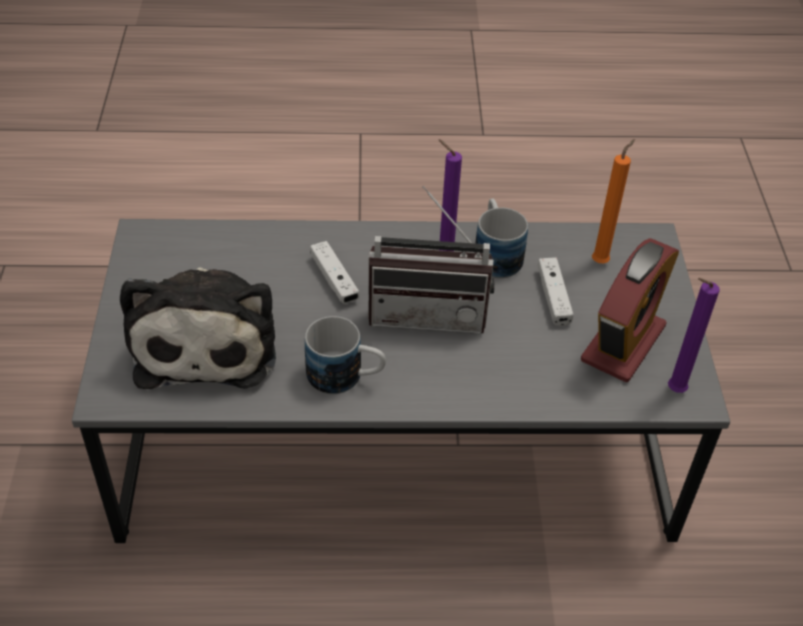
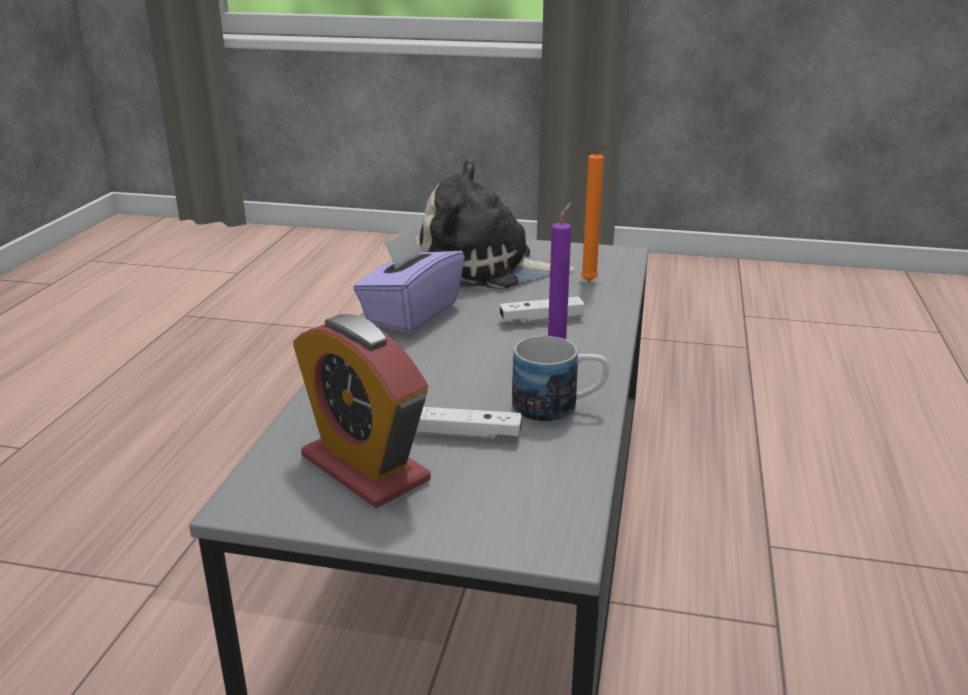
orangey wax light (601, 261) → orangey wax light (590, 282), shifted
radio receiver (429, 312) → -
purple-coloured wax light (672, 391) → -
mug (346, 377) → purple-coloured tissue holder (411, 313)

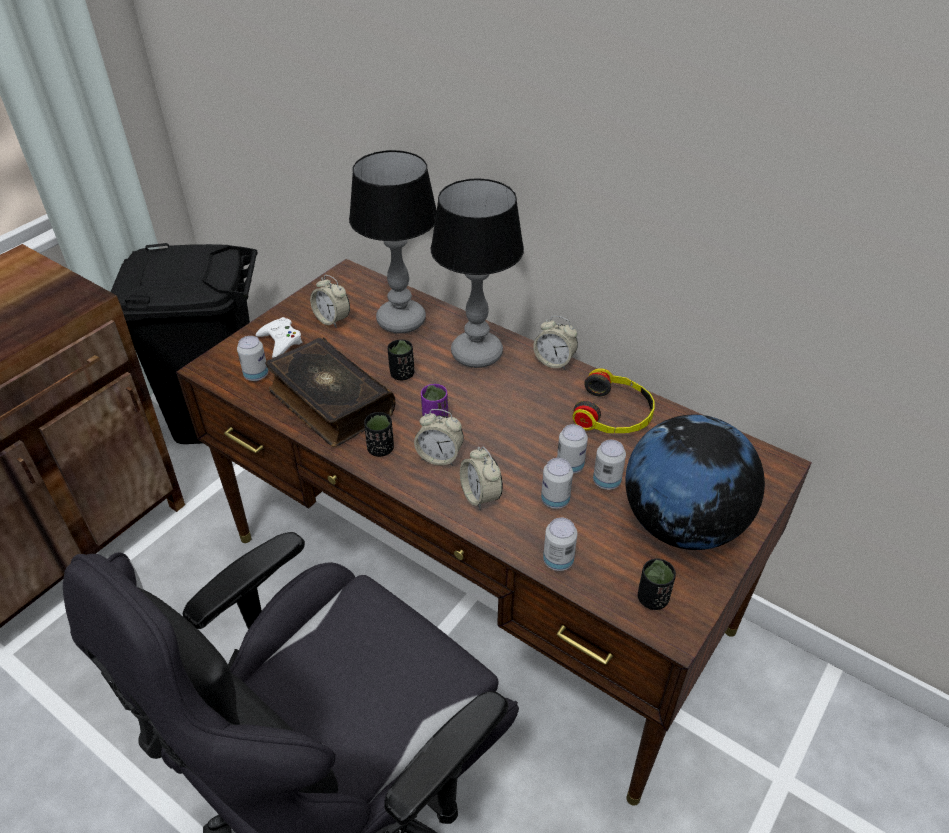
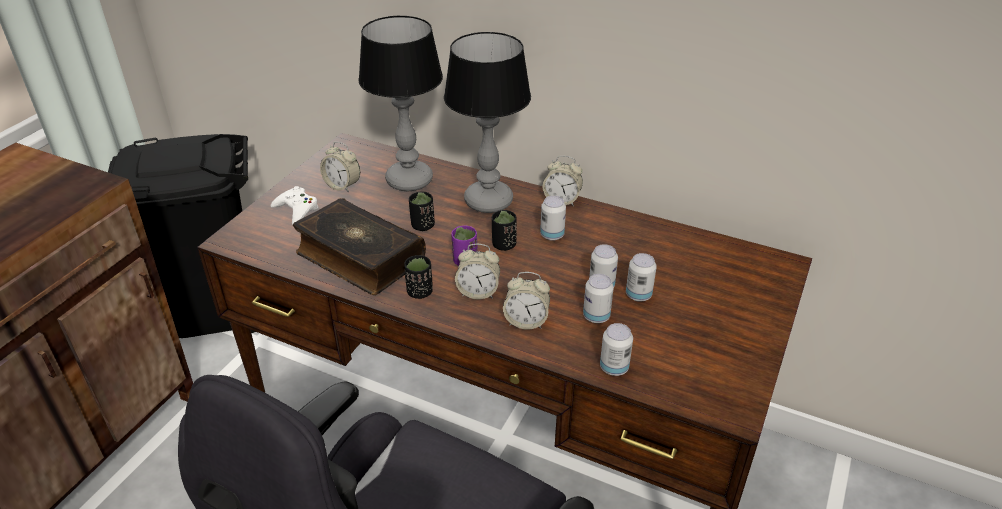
can (256, 375) → can (552, 235), shifted
pair of headphones (614, 414) → -
globe (682, 524) → -
table clock (480, 496) → table clock (526, 321), 45 degrees counterclockwise
blackish cup (652, 598) → blackish cup (504, 245), shifted

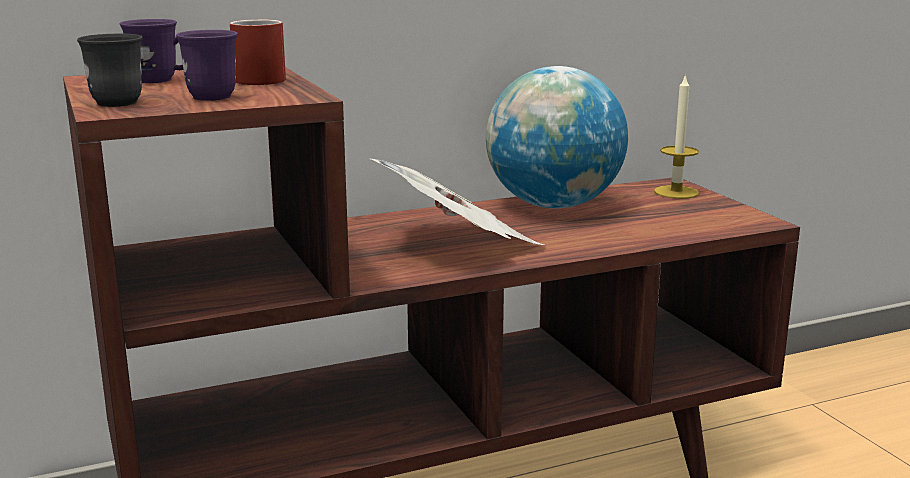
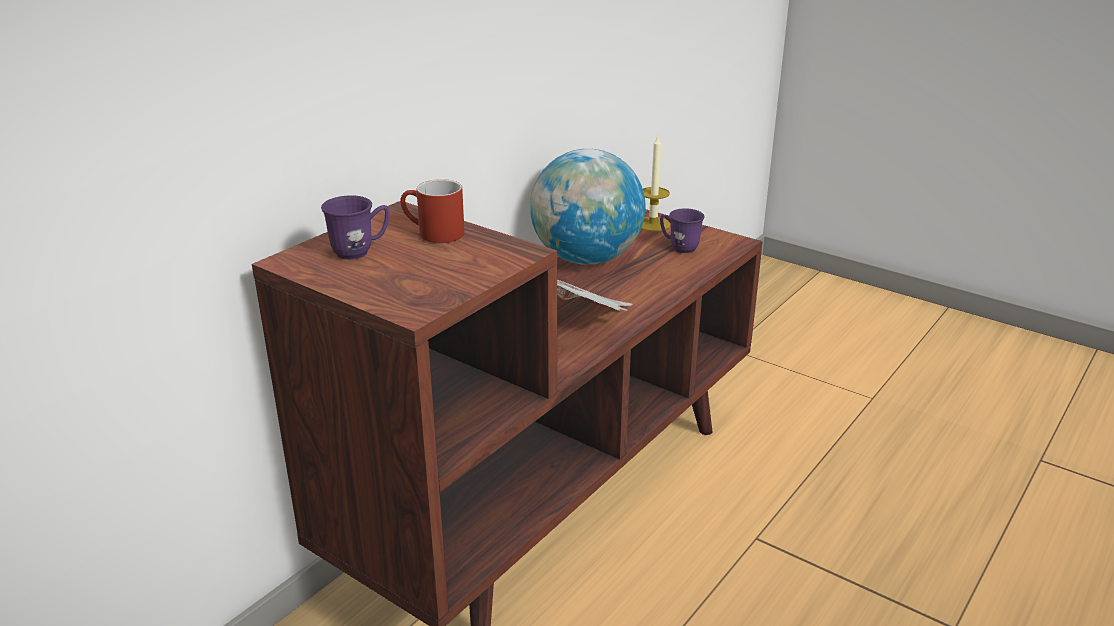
purple-coloured mug (210, 95) → purple-coloured mug (679, 247), shifted
gray mug (115, 101) → -

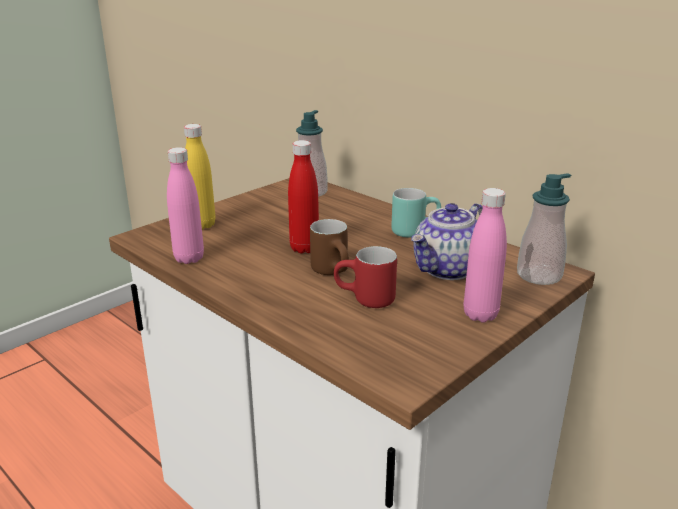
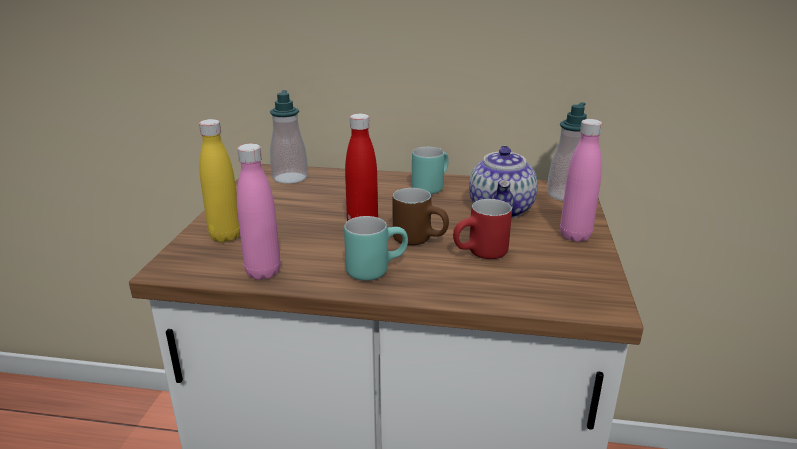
- → blue-green mug (375, 269)

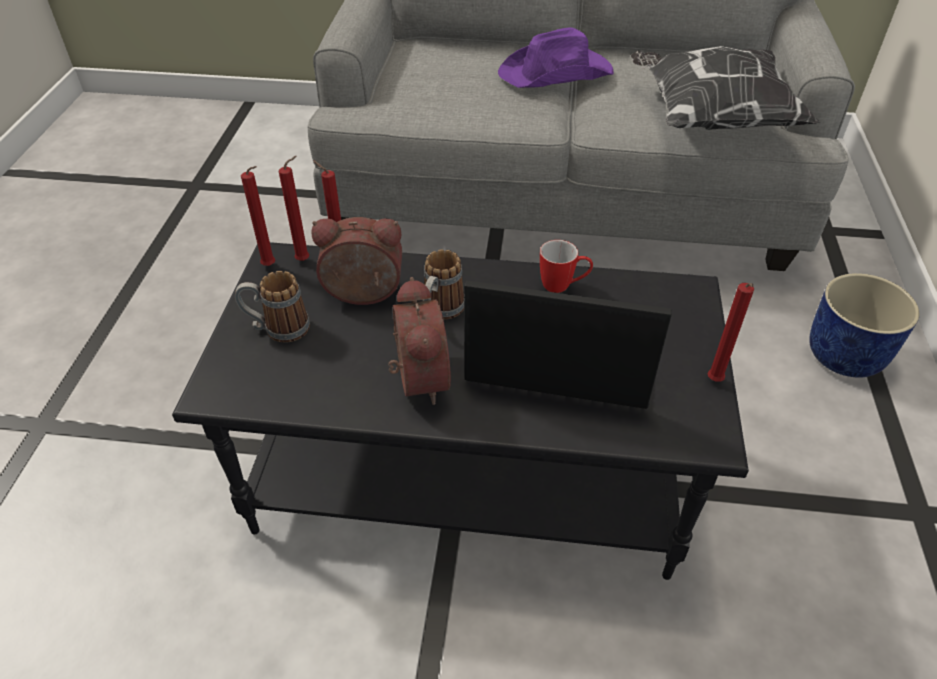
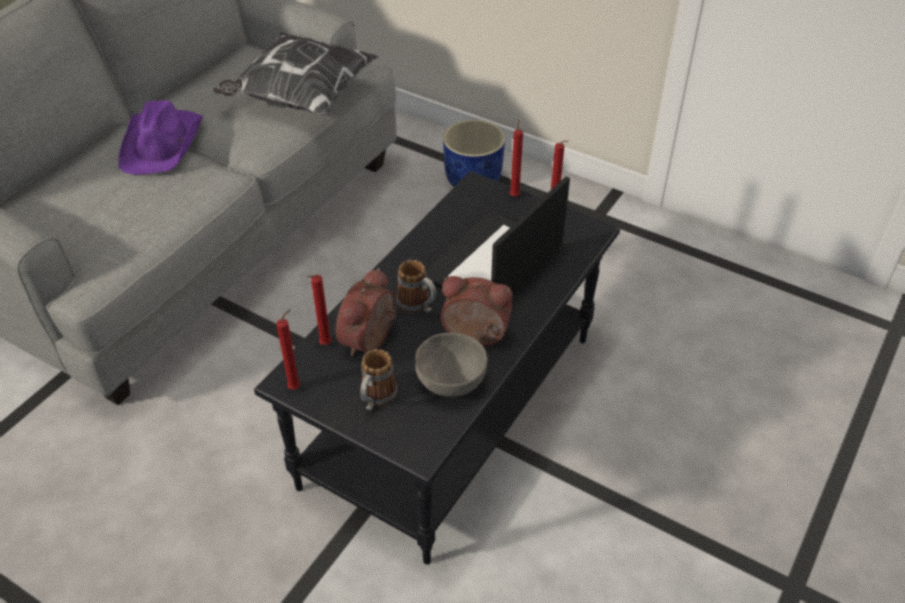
red-coloured wax light (305, 260) → red-coloured wax light (514, 195), shifted
mug (563, 286) → -
- → gray serving bowl (450, 382)

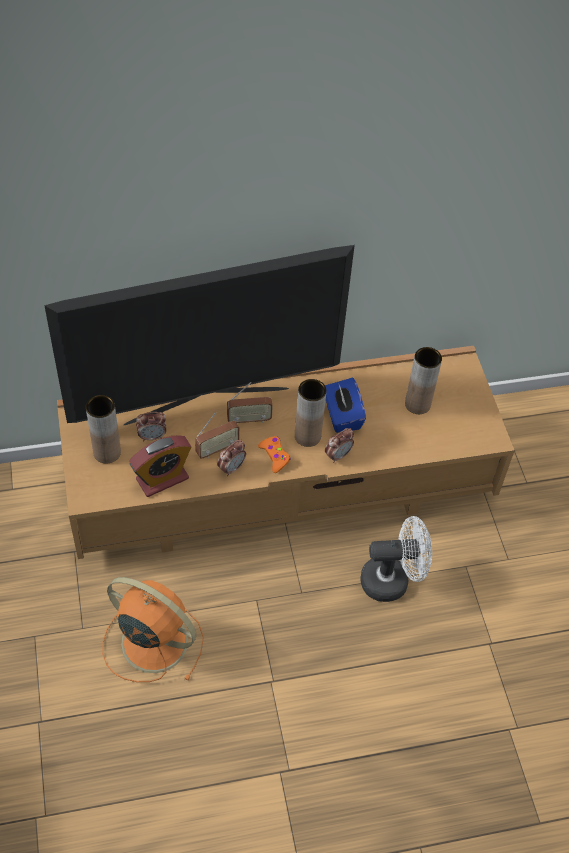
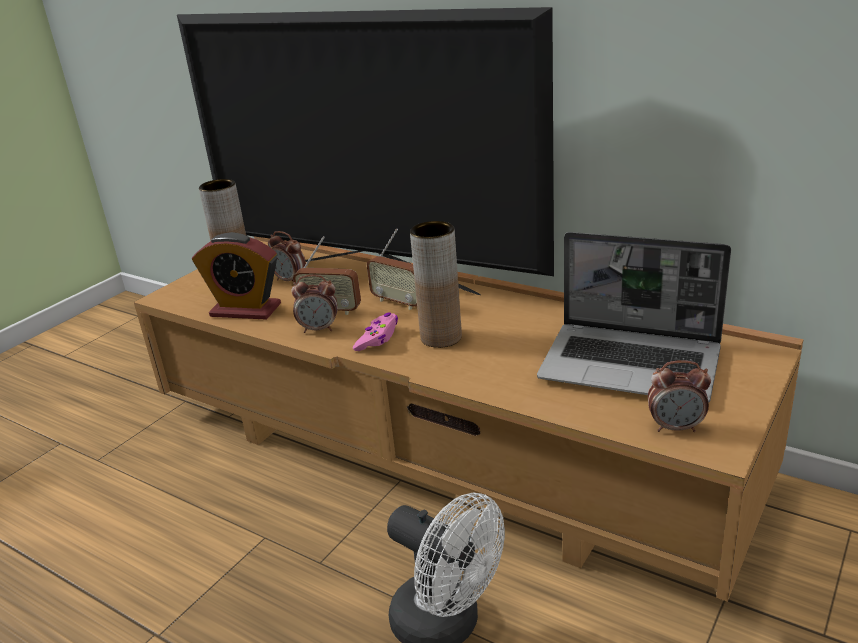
brown-coloured flower vase (417, 404) → notebook computer (632, 364)
blue-coloured tissue holder (342, 416) → -
table clock (338, 455) → table clock (676, 427), shifted
orangey joypad (274, 456) → pink joypad (378, 338)
orangey cooling fan (151, 641) → -

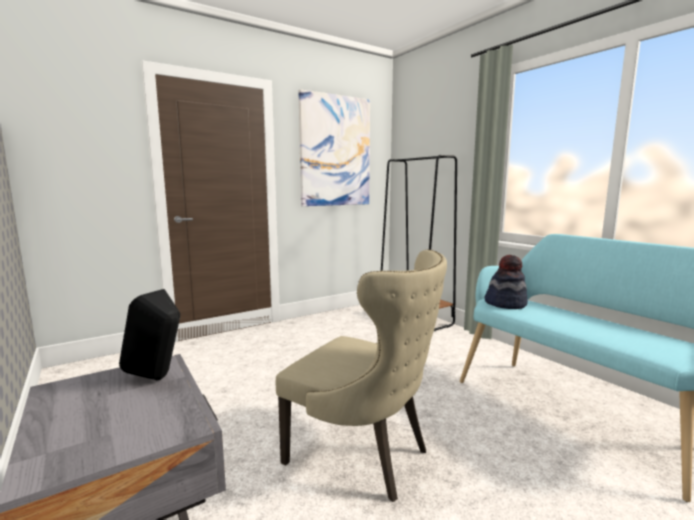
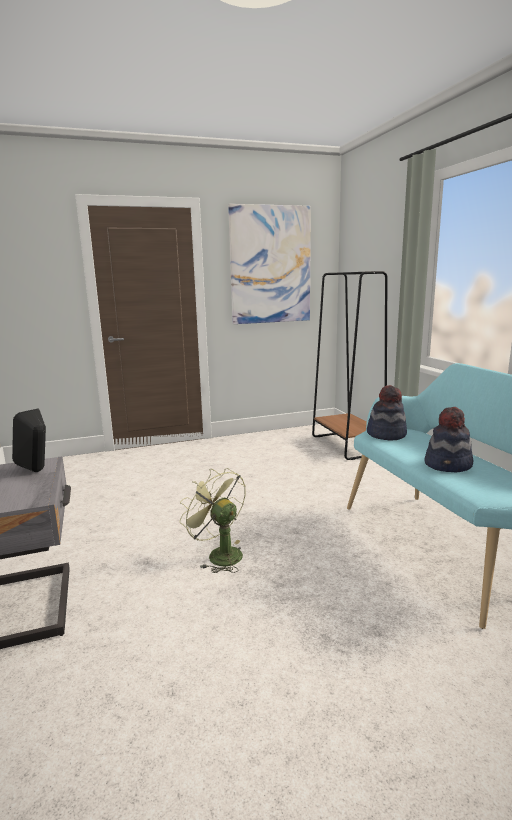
sand-coloured plain chair (364, 454) → greenish cooling fan (219, 554)
- → wearable hat (448, 465)

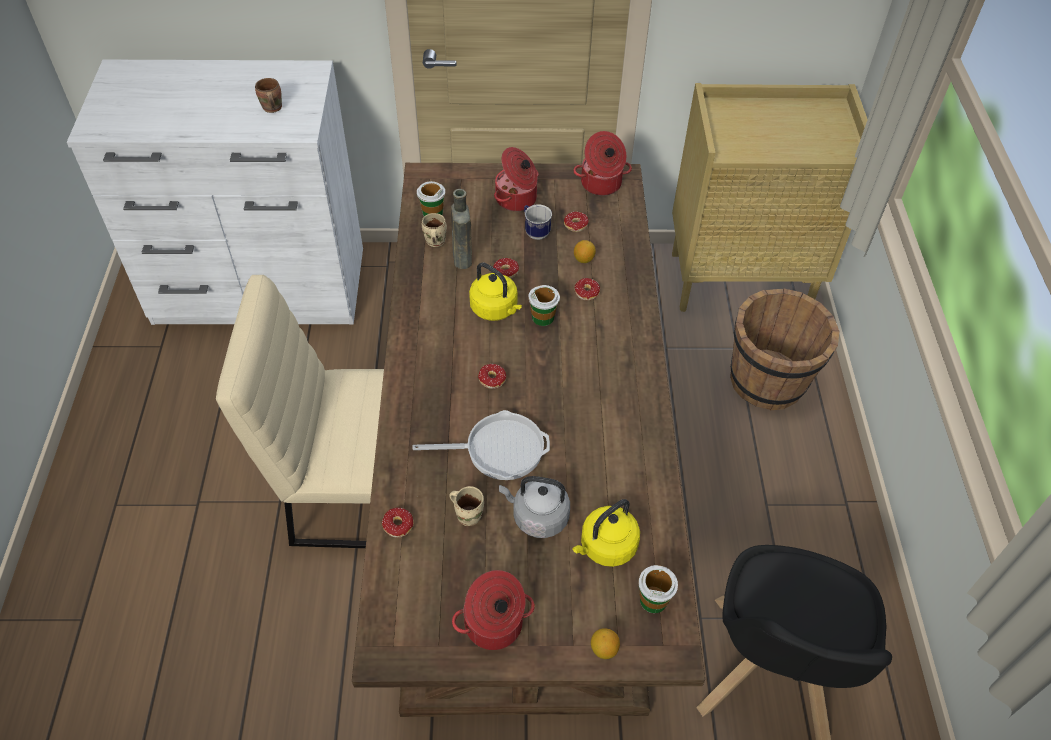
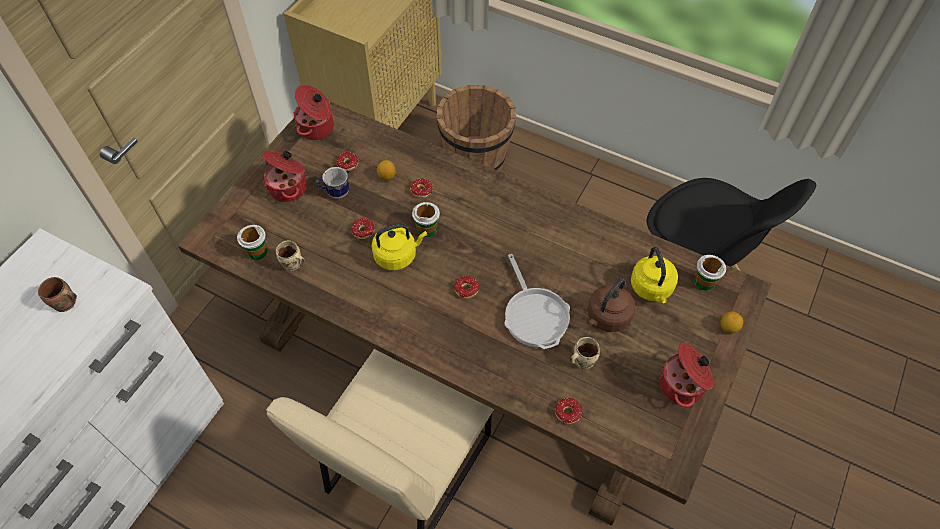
brown-coloured beverage bottle (462, 259) → -
frying pan (498, 449) → frying pan (534, 315), 135 degrees clockwise
gray tea kettle (537, 517) → brown-coloured tea kettle (607, 318)

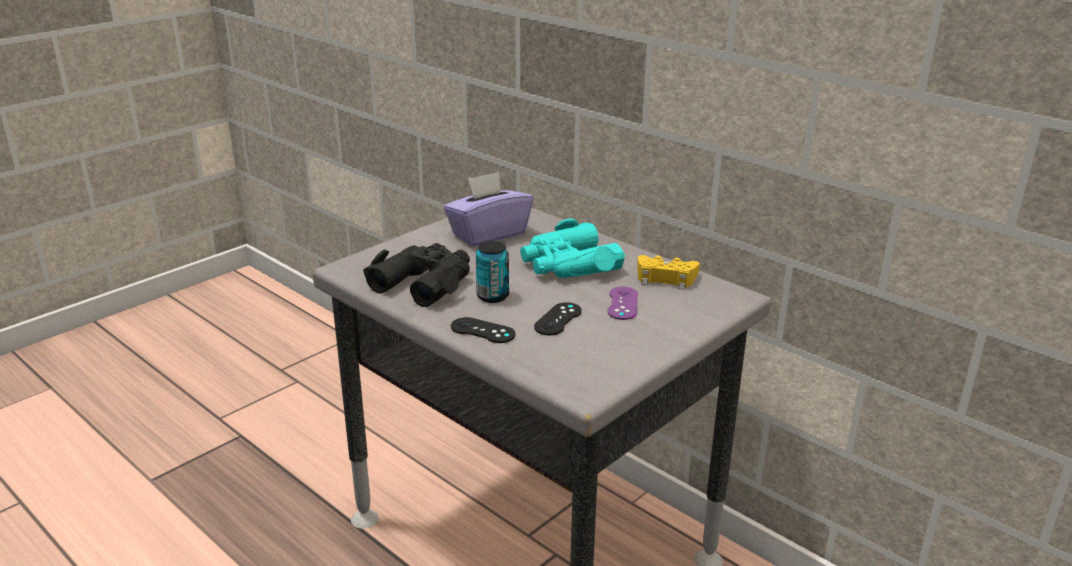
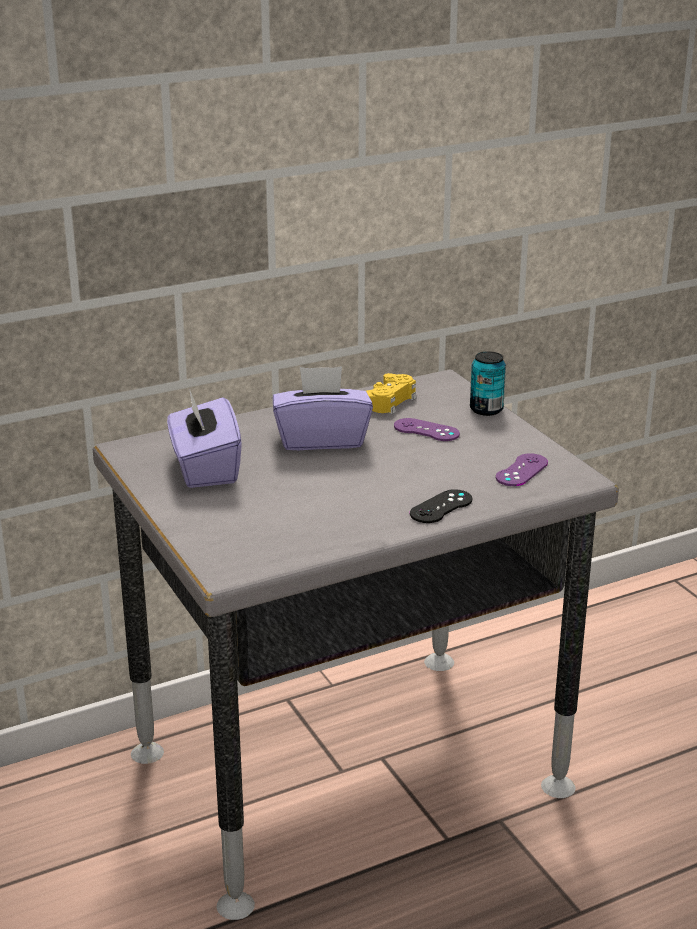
blue-green binoculars (568, 264) → purple-coloured tissue holder (321, 439)
can (493, 296) → can (486, 409), shifted
blackish binoculars (425, 282) → -
blackish joypad (558, 319) → -
- → purple-coloured joypad (521, 470)

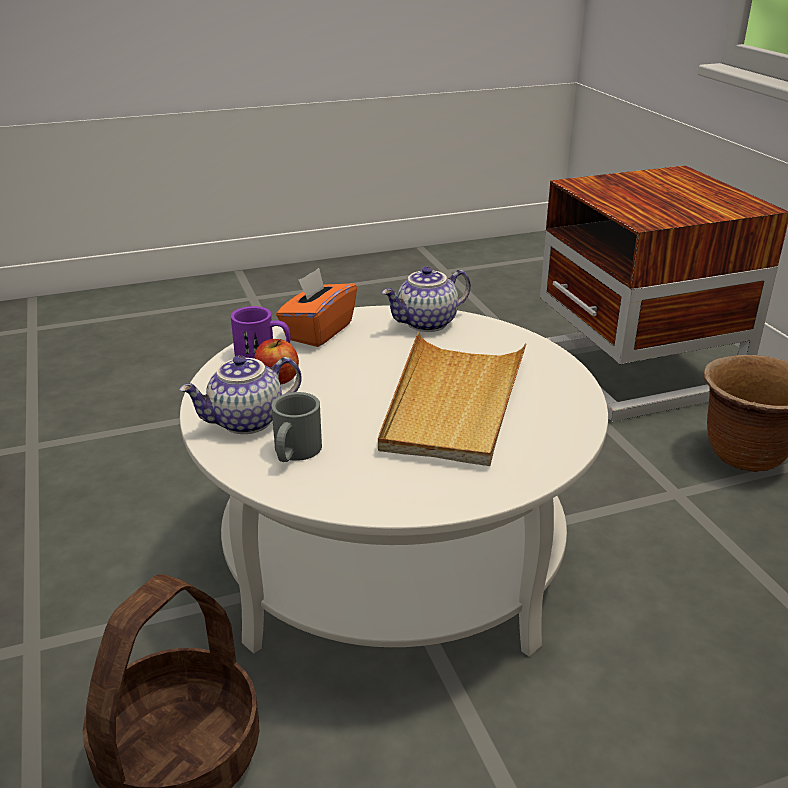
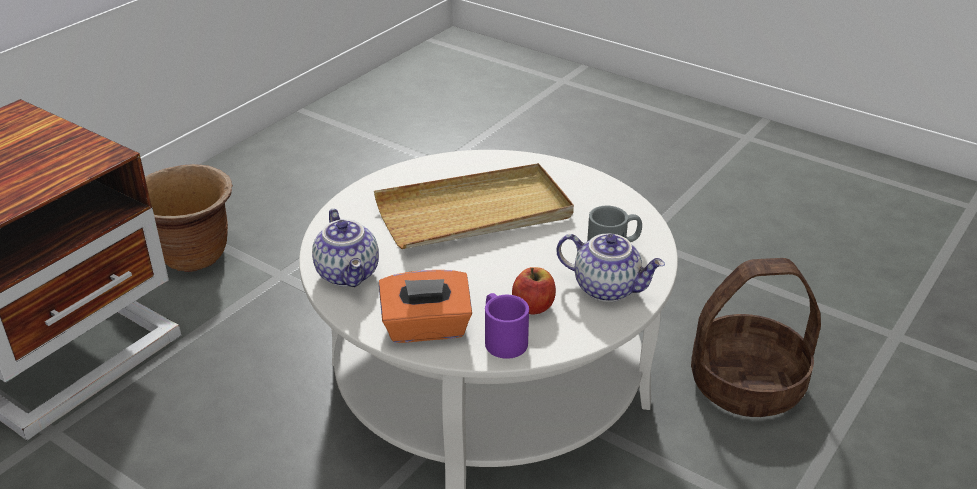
pot for tea (427, 324) → pot for tea (349, 274), 45 degrees clockwise

